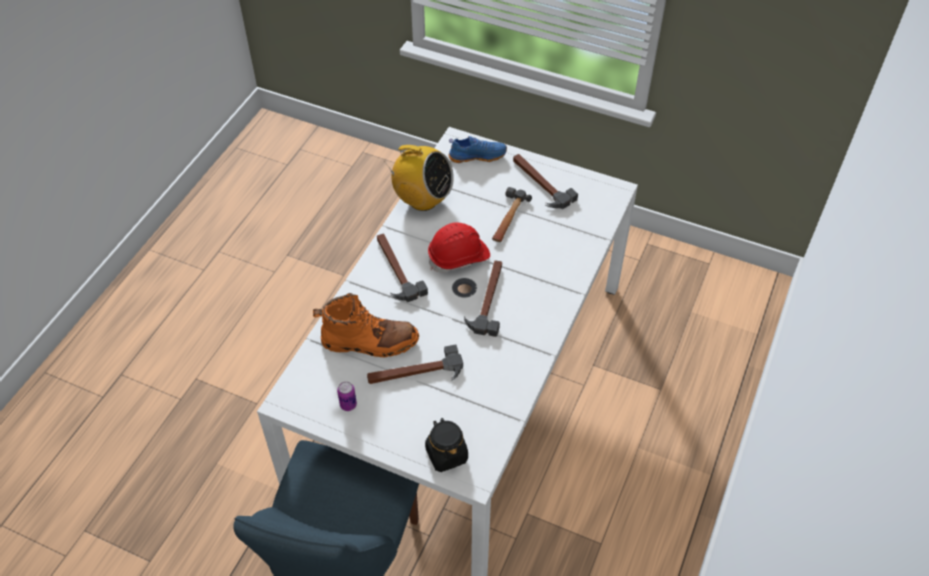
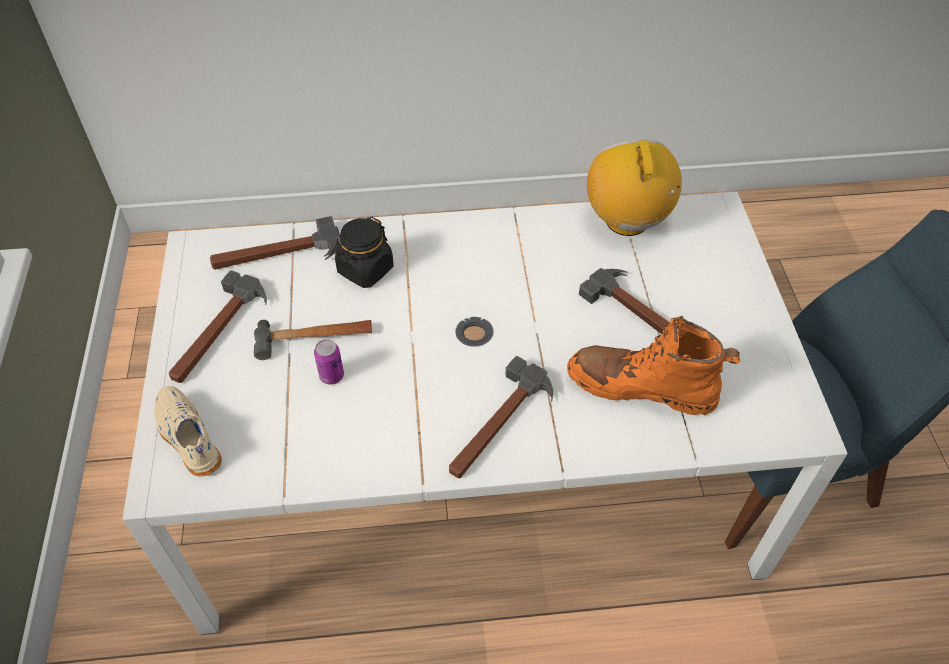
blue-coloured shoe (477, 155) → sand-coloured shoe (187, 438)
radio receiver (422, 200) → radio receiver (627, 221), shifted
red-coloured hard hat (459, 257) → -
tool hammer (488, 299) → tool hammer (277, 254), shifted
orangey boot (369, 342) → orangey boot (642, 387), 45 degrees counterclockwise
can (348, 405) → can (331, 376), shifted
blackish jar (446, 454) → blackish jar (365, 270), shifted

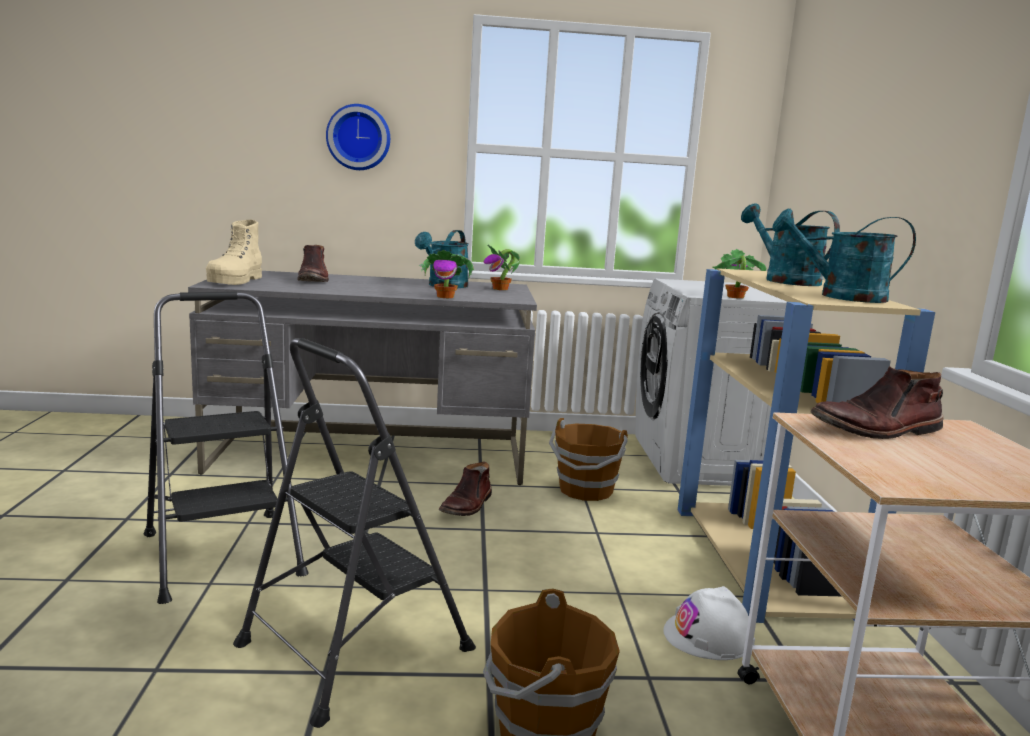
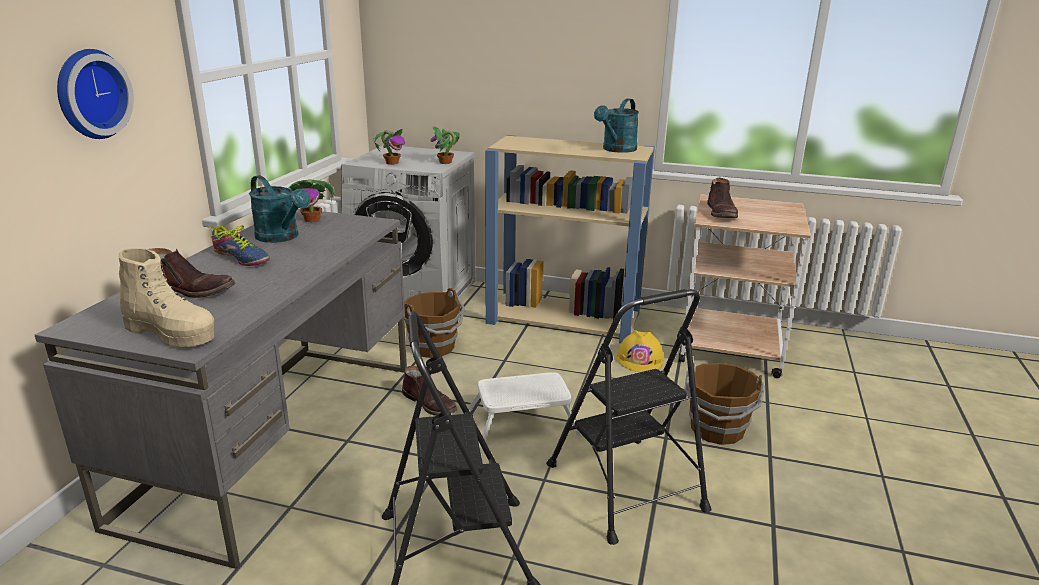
blue-green watering can (784, 280) → -
plant in a pot (446, 297) → plant in a pot (392, 163), shifted
white-coloured hard hat (708, 636) → yellow-coloured hard hat (640, 359)
- → shoe (242, 257)
- → white-coloured stepladder (523, 422)

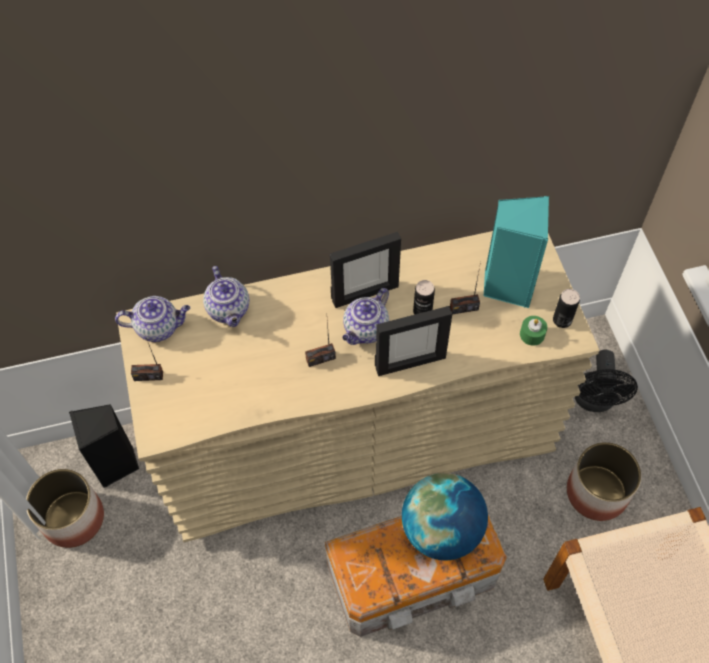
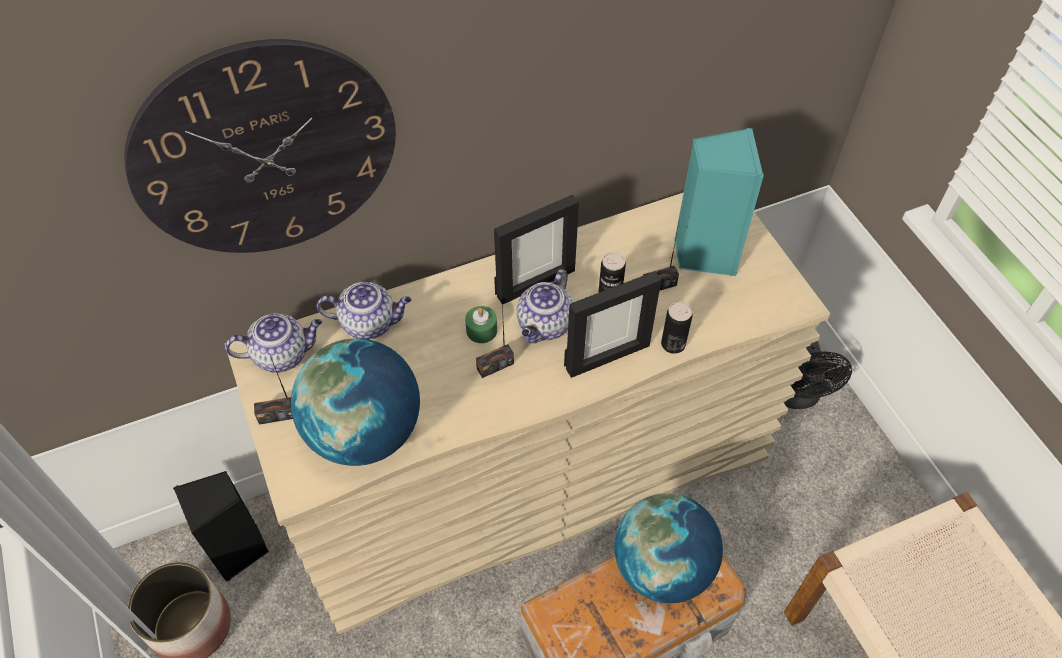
pot for tea (229, 310) → pot for tea (370, 323), 60 degrees counterclockwise
can (562, 320) → can (673, 344), shifted
greenish wax light (532, 334) → greenish wax light (481, 330), shifted
planter (597, 493) → -
- → wall clock (266, 152)
- → globe (365, 433)

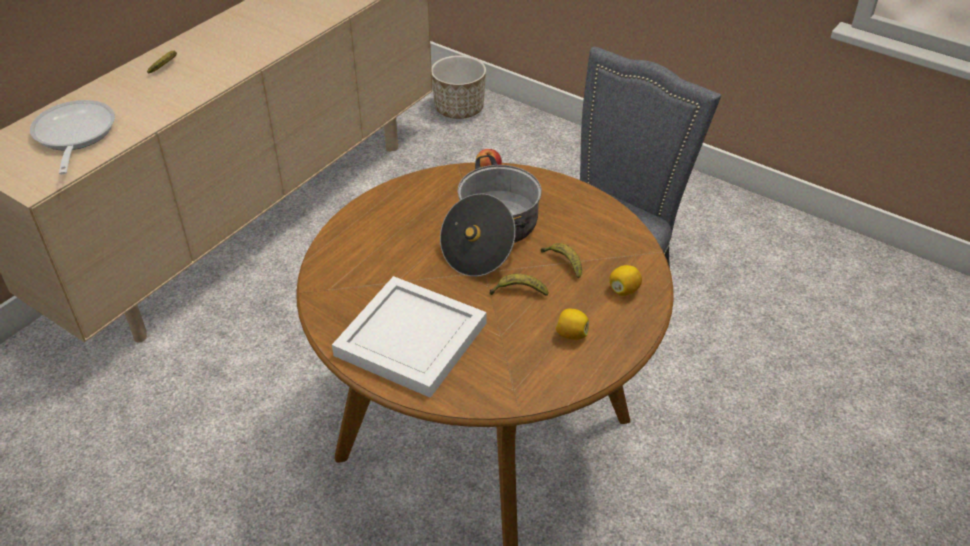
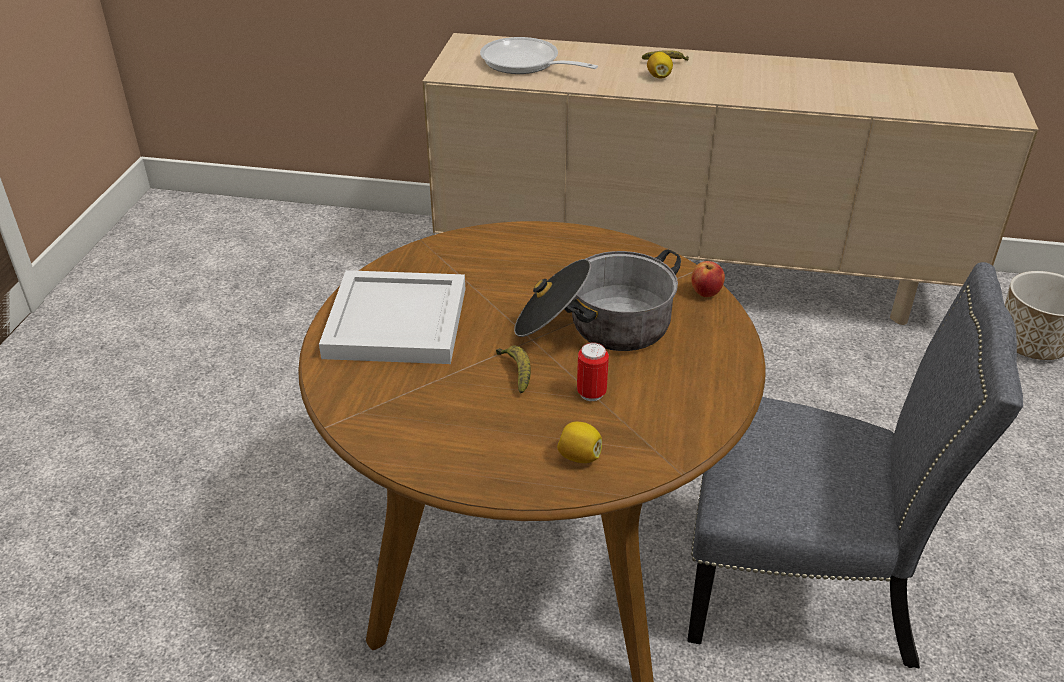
frying pan (74, 136) → frying pan (525, 64), 105 degrees counterclockwise
banana fruit (564, 263) → can (591, 393)
whole lemon (571, 334) → whole lemon (659, 76), shifted

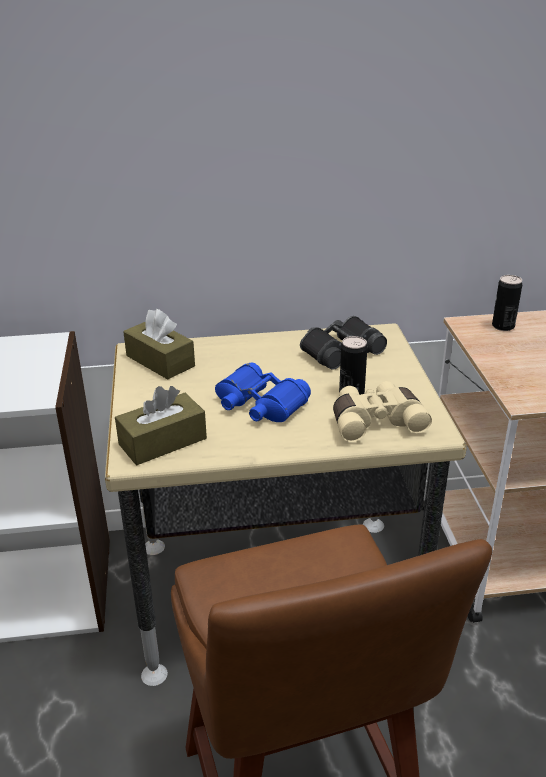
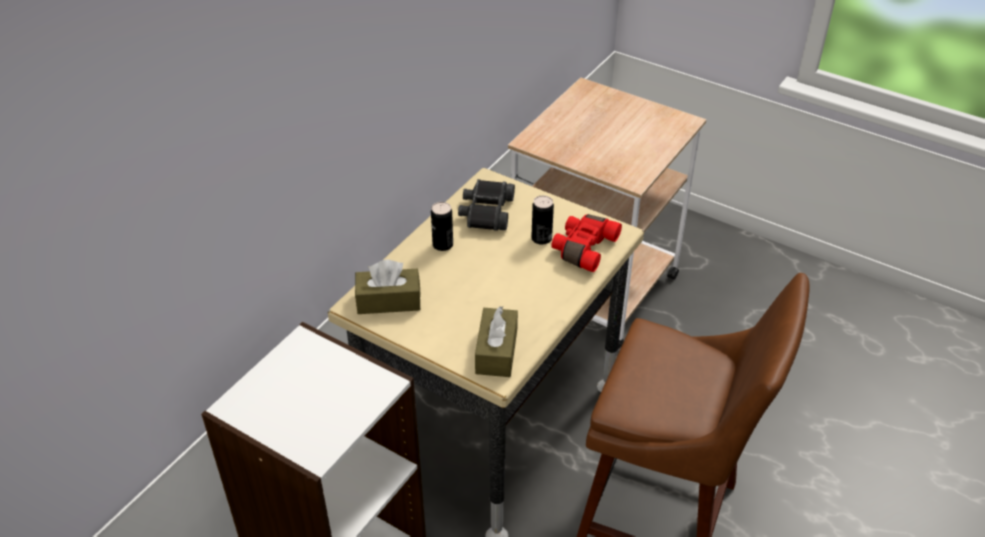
can (503, 326) → can (442, 245), shifted
blue-coloured binoculars (260, 405) → -
sand-coloured binoculars (375, 421) → red-coloured binoculars (583, 248)

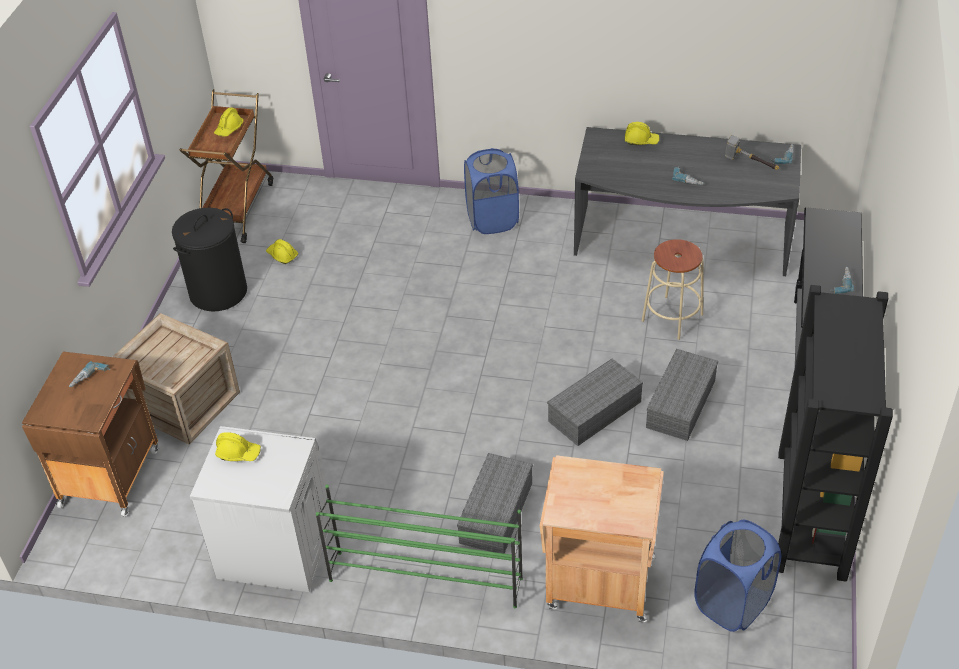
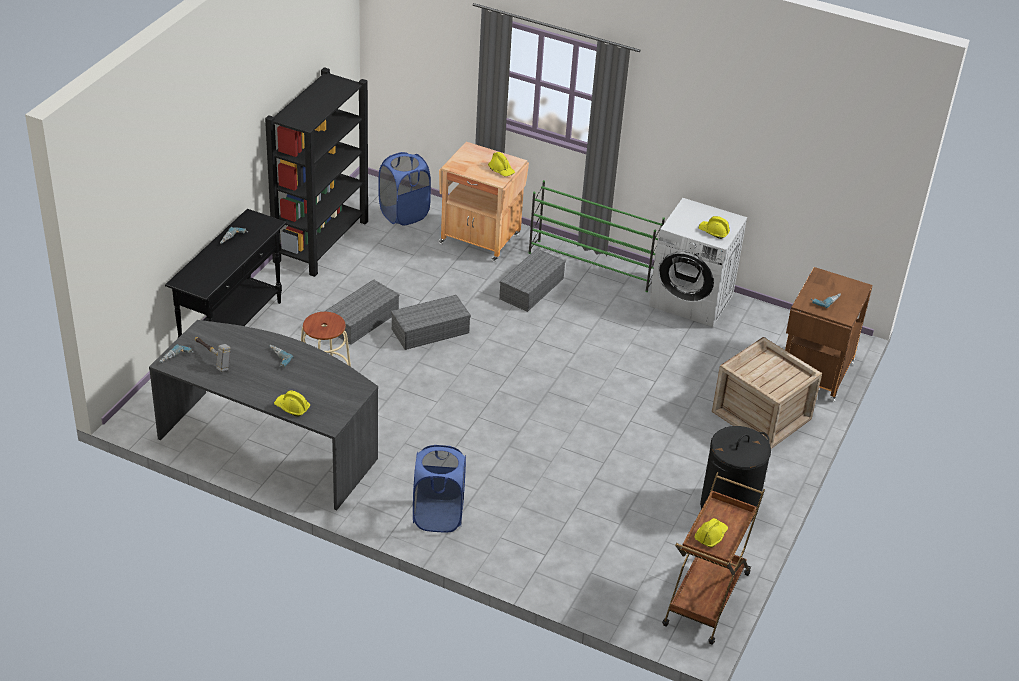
yellow-coloured hard hat (282, 255) → yellow-coloured hard hat (501, 170), shifted

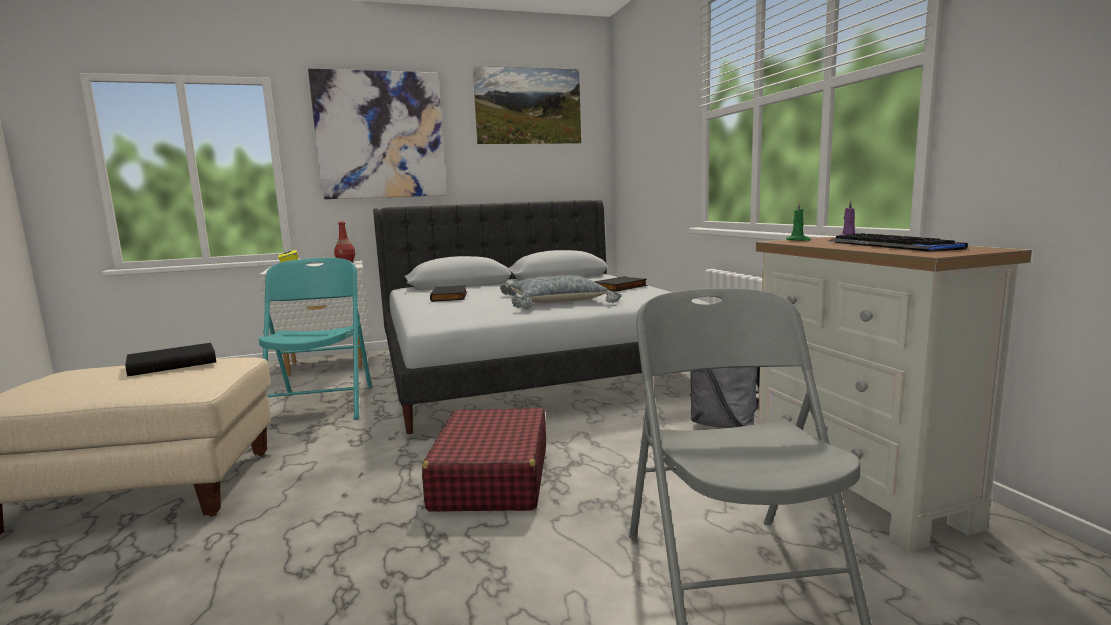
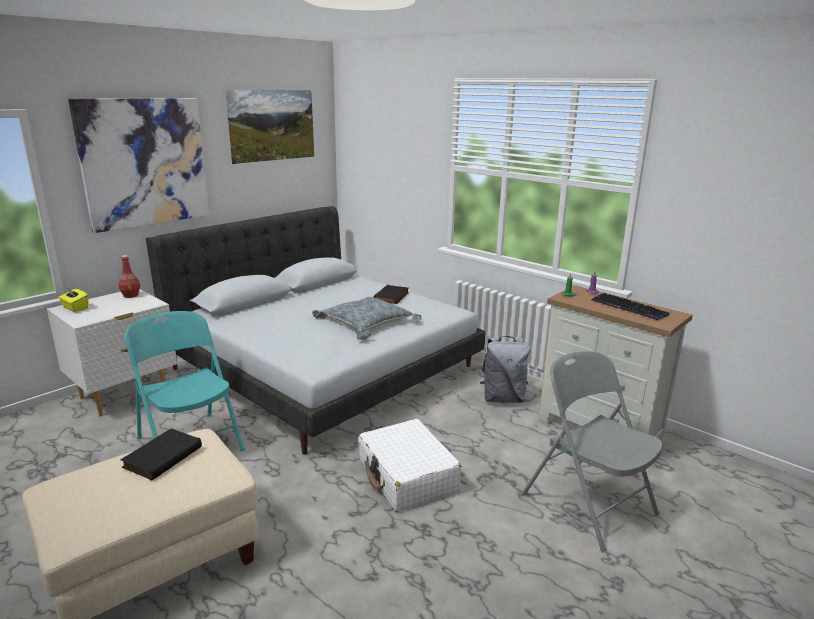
blackish bound book (450, 297) → -
red-coloured travel case (491, 478) → white-coloured travel case (407, 476)

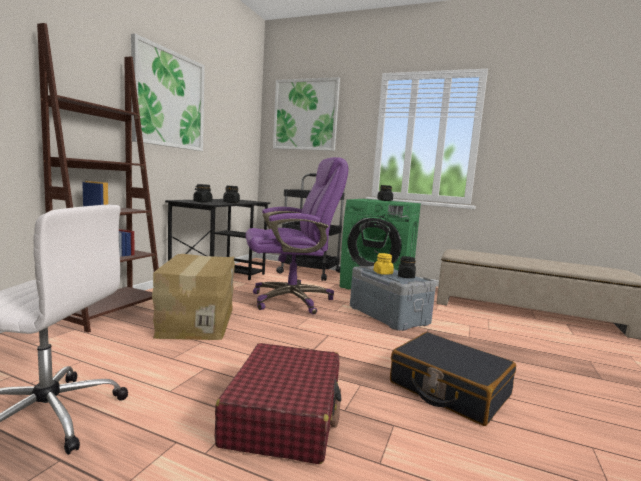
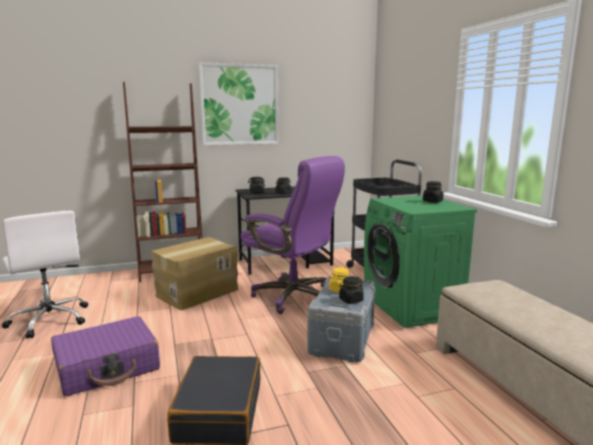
wall picture (305, 115) → -
red-coloured travel case (285, 415) → purple-coloured travel case (108, 367)

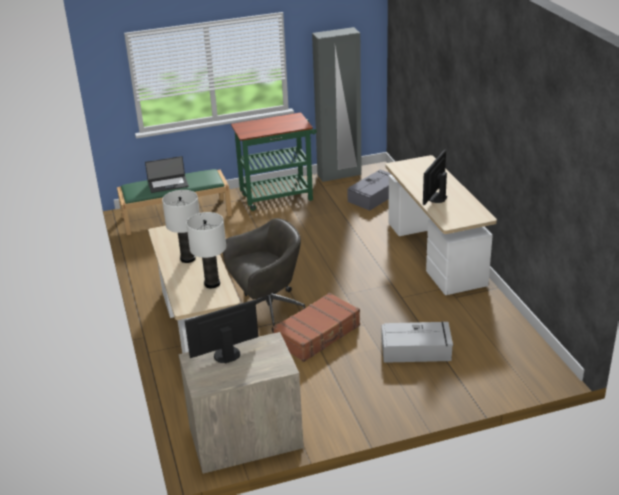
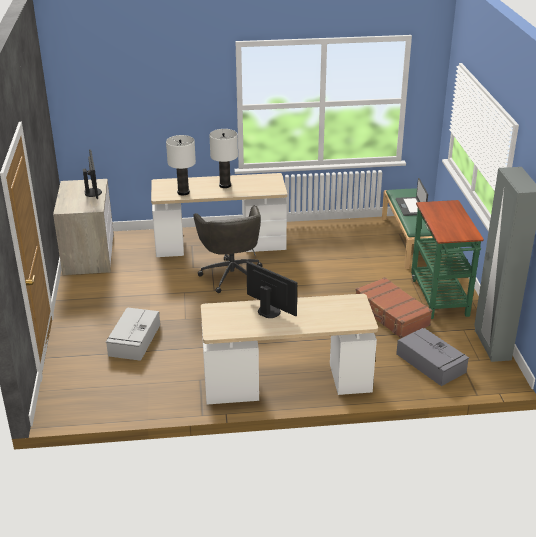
brown-coloured travel case (318, 335) → brown-coloured travel case (391, 315), shifted

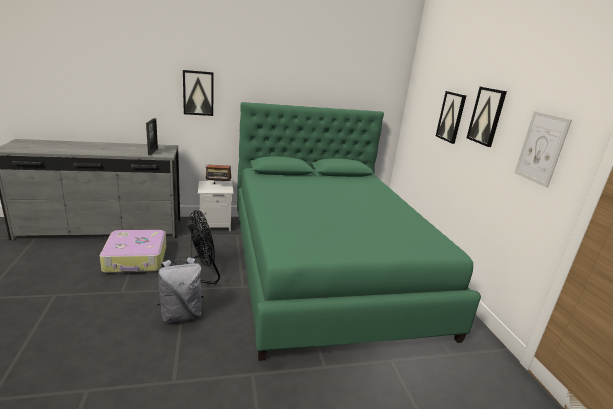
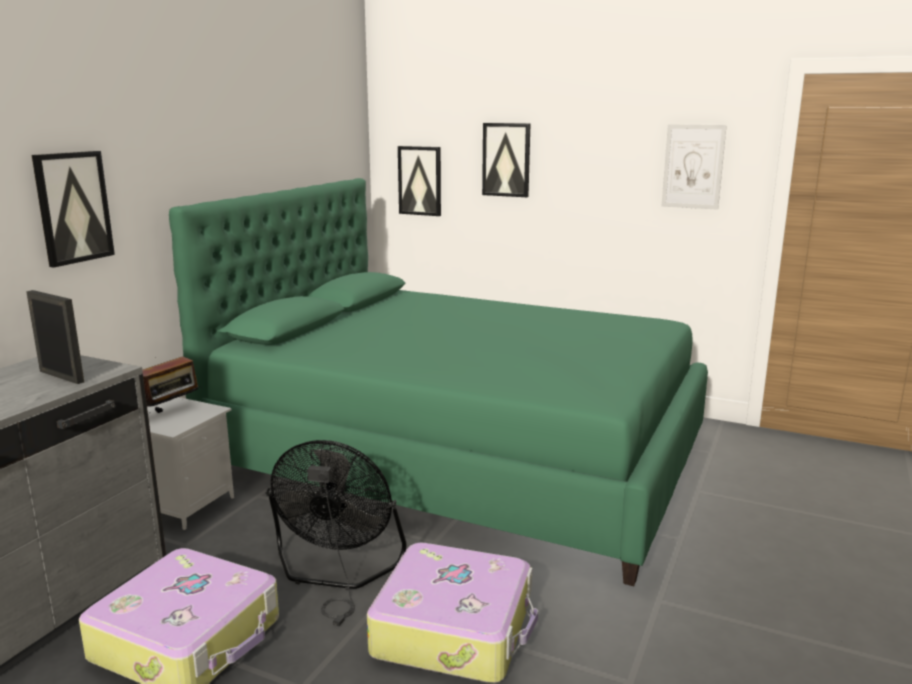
wall picture (486, 116) → wall picture (420, 180), shifted
gray knapsack (181, 314) → travel case (455, 628)

